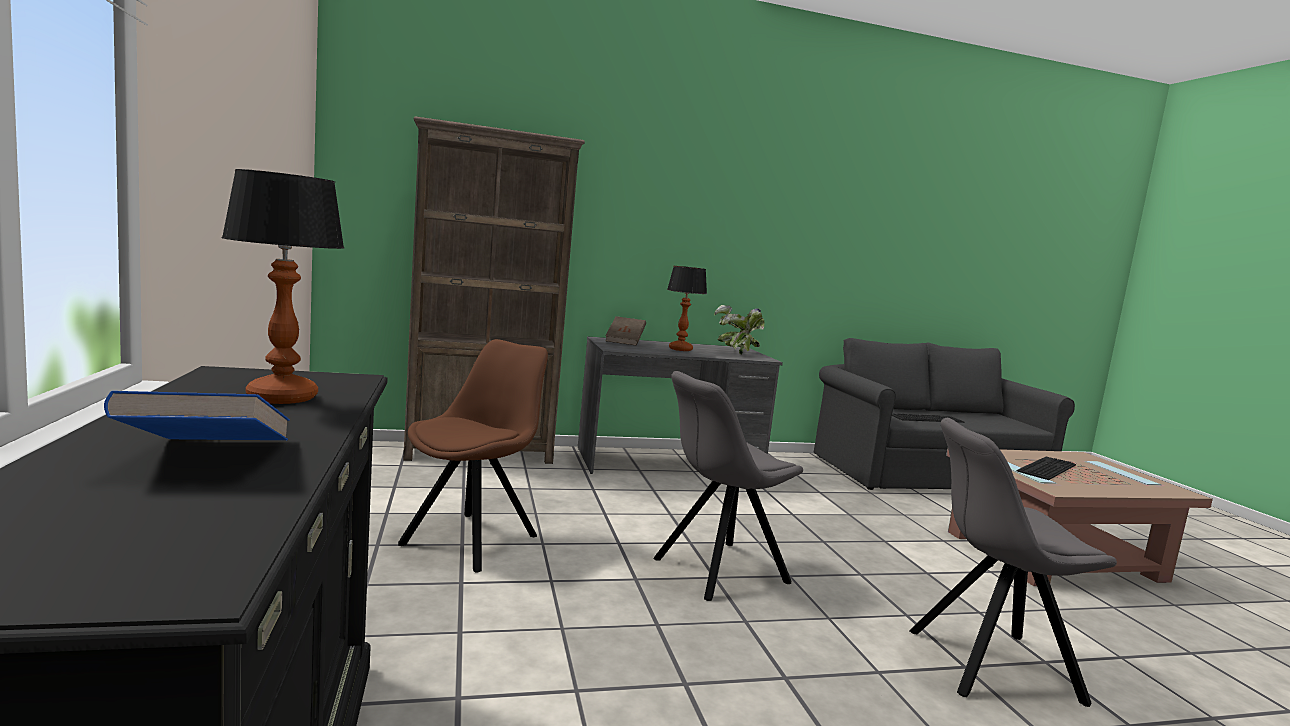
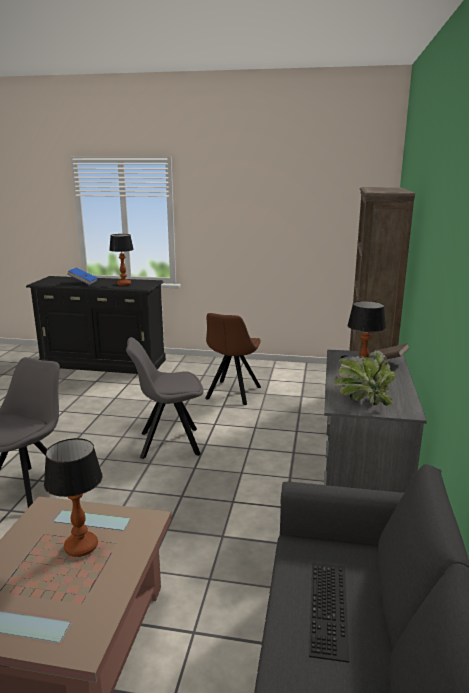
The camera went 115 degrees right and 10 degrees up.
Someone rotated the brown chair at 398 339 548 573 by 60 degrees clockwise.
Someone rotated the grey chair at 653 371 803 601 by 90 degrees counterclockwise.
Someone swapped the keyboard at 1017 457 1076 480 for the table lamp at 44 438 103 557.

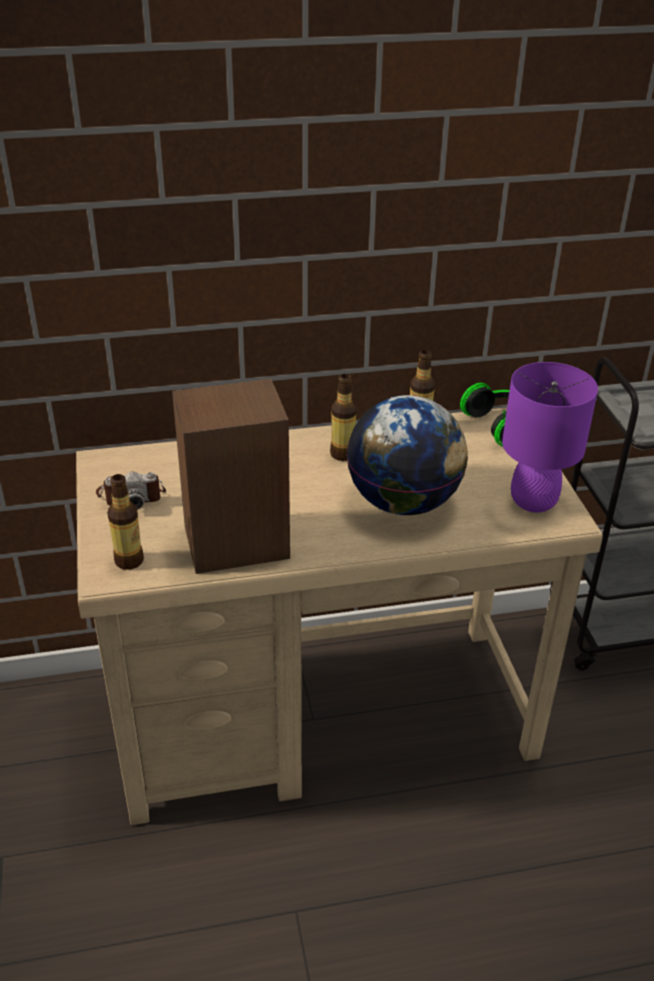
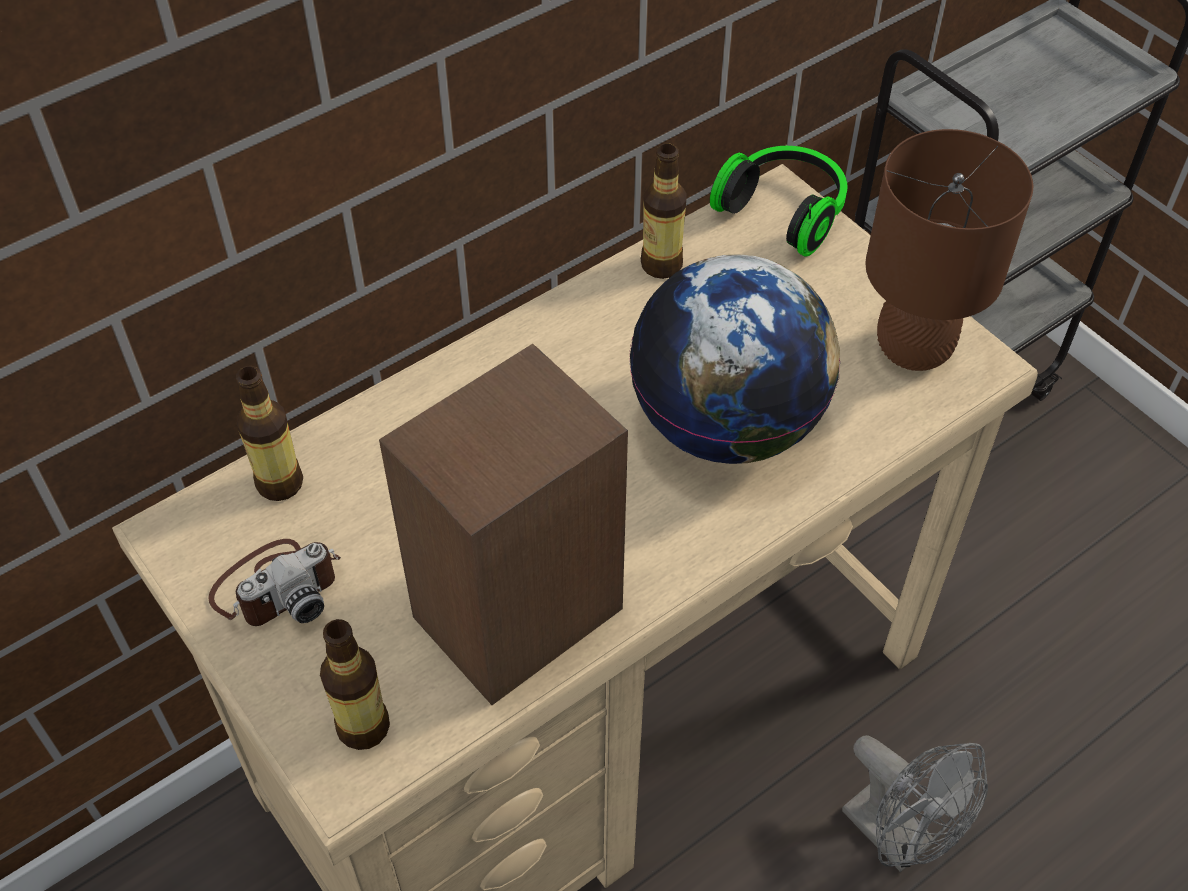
The camera went 25 degrees left and 15 degrees up.
Someone repainted the purple table lamp at 502 362 598 513, which became the brown table lamp at 866 129 1033 371.
Someone carried the bottle from 330 374 357 461 to 236 366 303 501.
Someone put down the grey fan at 842 735 988 872.

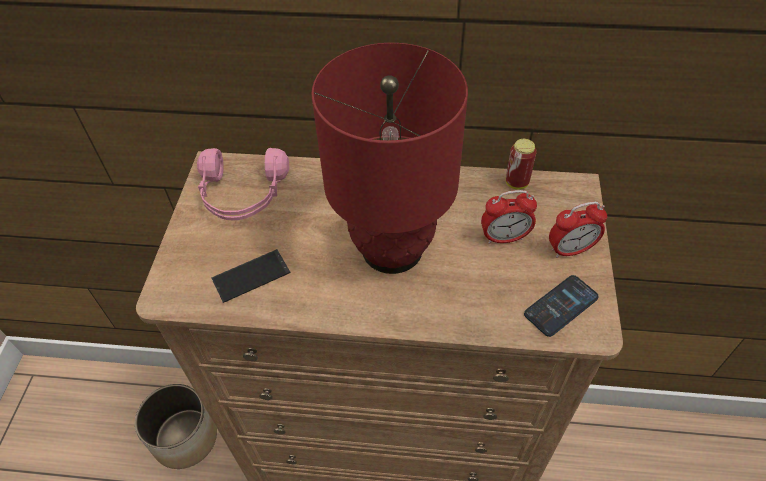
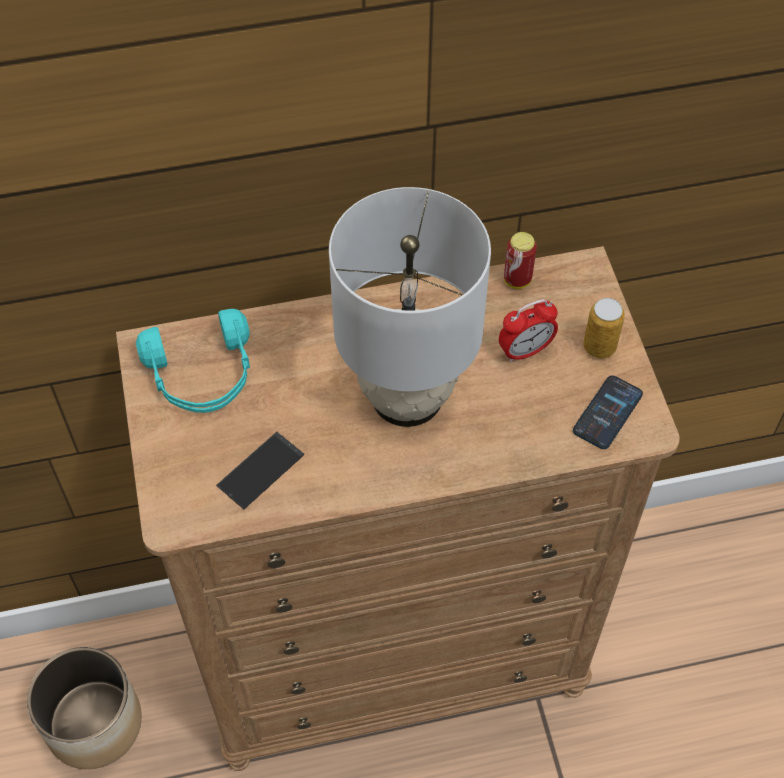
The camera went 20 degrees left and 5 degrees up.
Someone repainted the red table lamp at 312 43 468 274, which became the white table lamp at 329 187 491 427.
Someone repainted the pink headphones at 197 148 289 220, which became the turquoise headphones at 136 309 250 413.
Someone swapped the alarm clock at 549 202 607 258 for the can at 583 298 625 358.

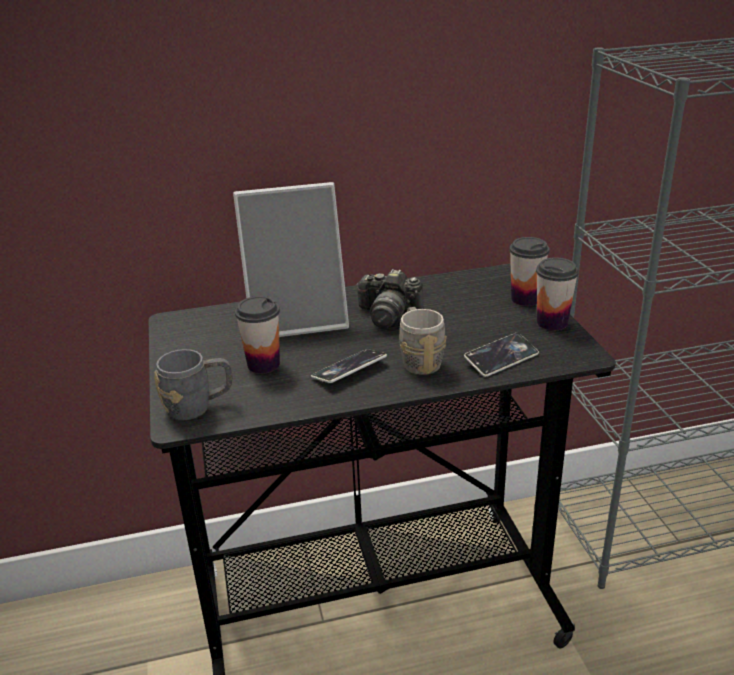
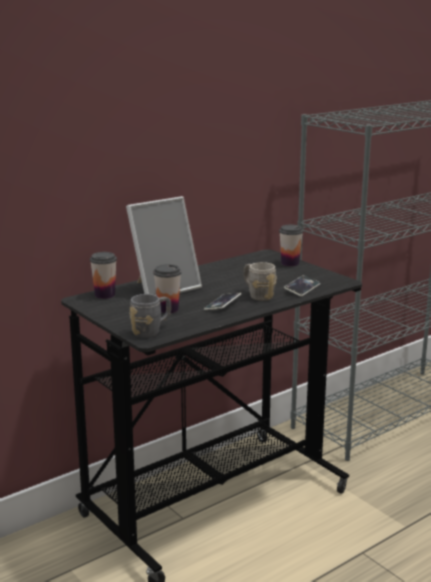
The camera went 25 degrees left and 10 degrees down.
Someone carried the cup from 536 258 579 330 to 90 252 117 299.
Someone took away the photo camera at 356 269 424 328.

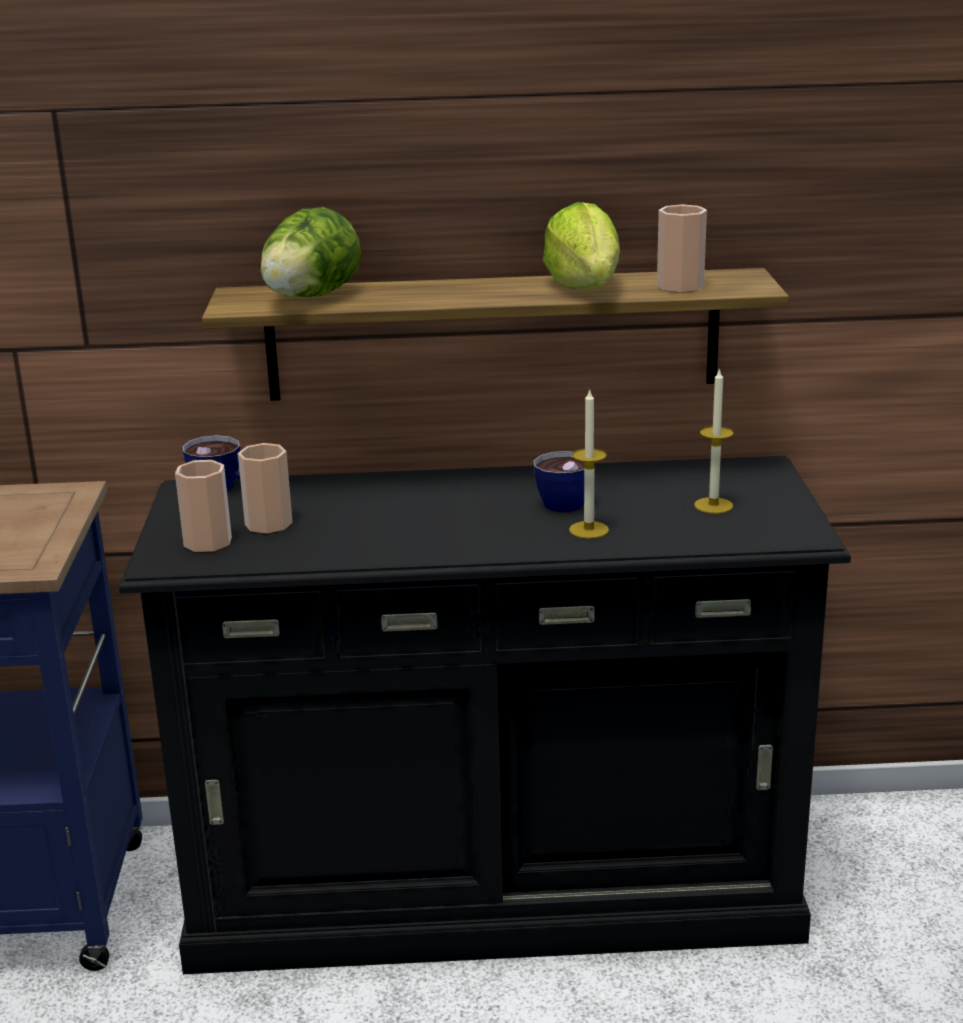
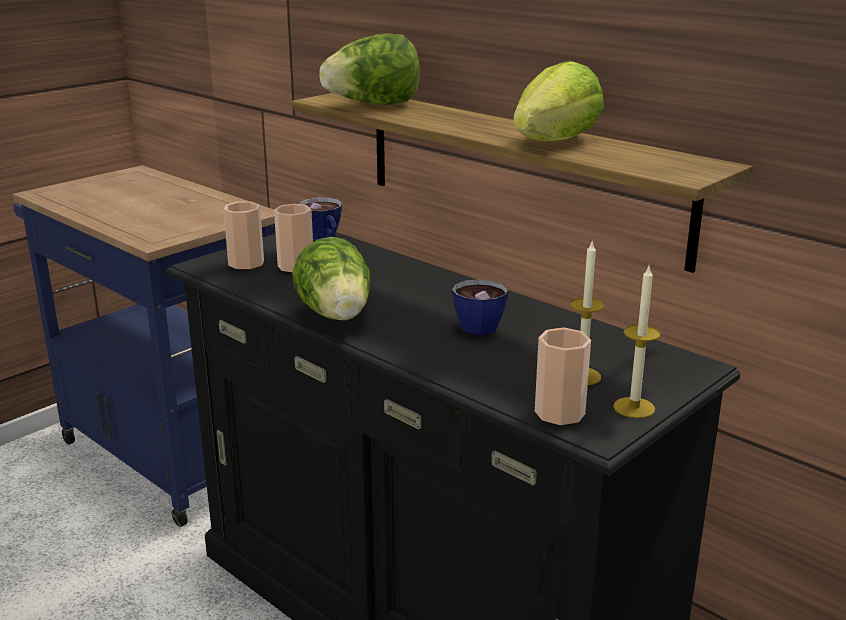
The camera went 45 degrees right and 0 degrees up.
Someone carried the cup from 657 204 707 293 to 535 328 591 425.
Someone carried the candle from 569 388 609 539 to 613 266 661 418.
Someone put down the lettuce at 292 237 370 320.

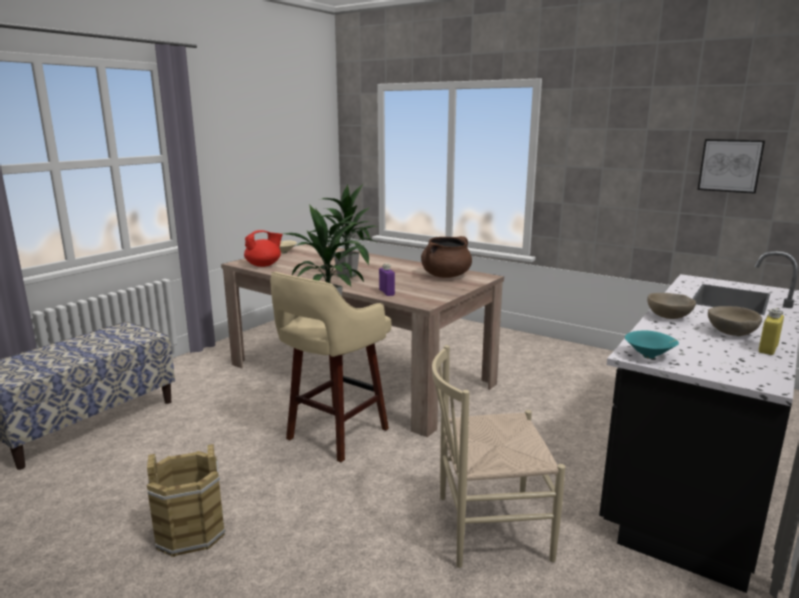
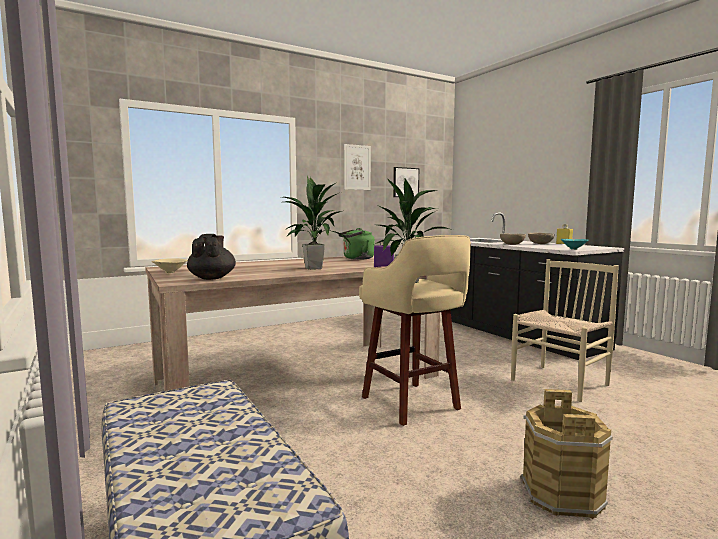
The camera went 65 degrees left and 10 degrees down.
Someone repainted the red teapot at 244 230 283 267, which became the black teapot at 187 234 236 280.
Someone swapped the brown cooking pot at 421 236 472 278 for the green kettle at 338 228 375 260.
Someone rotated the beige chair at 432 345 565 568 by 150 degrees counterclockwise.
Someone put up the picture at 344 144 371 190.

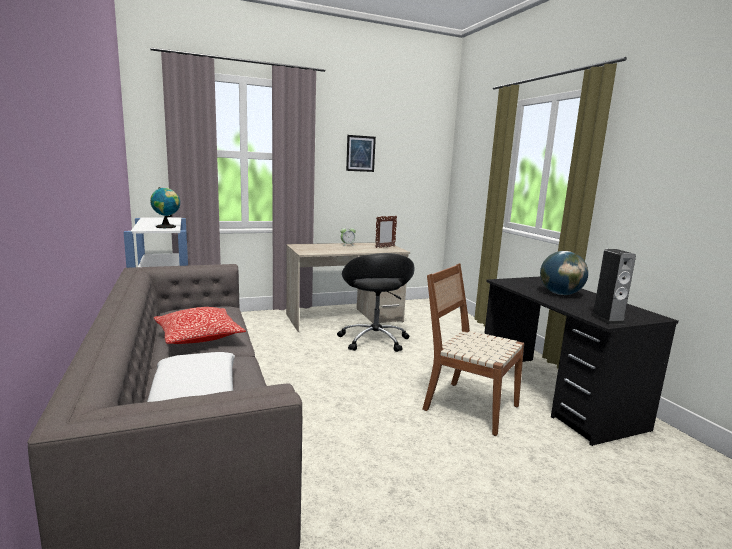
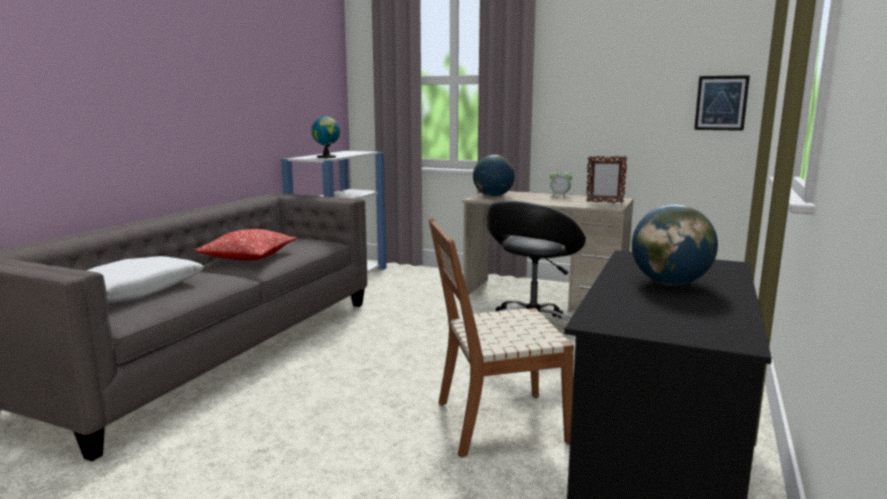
The camera went 45 degrees right and 0 degrees up.
Someone carried the picture from 346 135 376 172 to 694 75 750 131.
Someone took away the speaker at 591 249 636 324.
Someone rotated the chair at 423 263 524 436 by 90 degrees counterclockwise.
Someone put down the globe at 473 155 515 197.

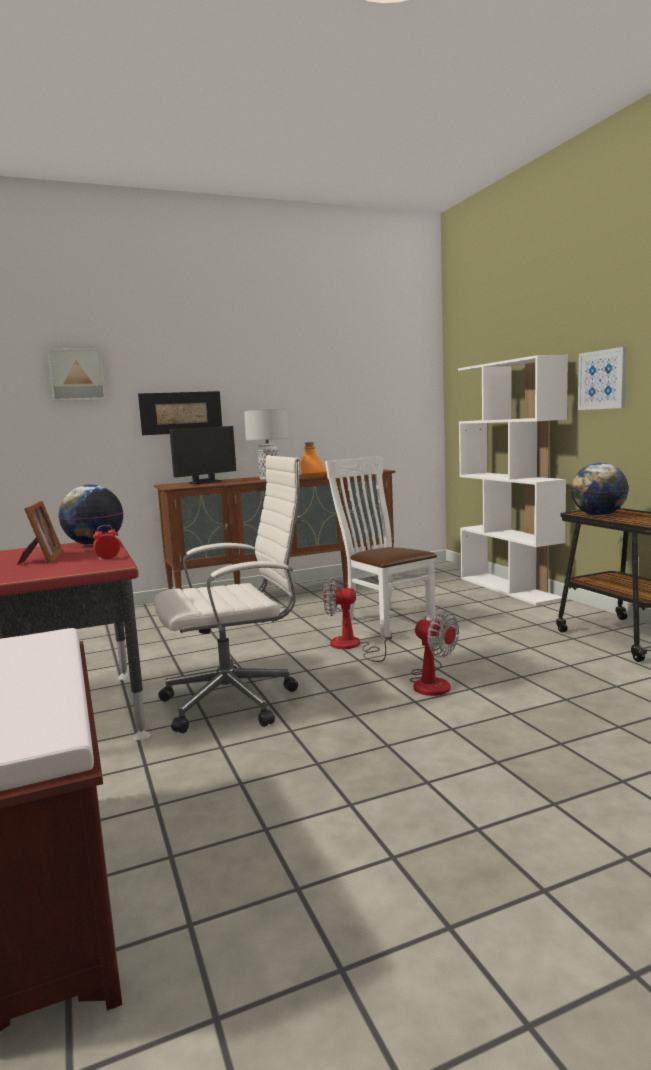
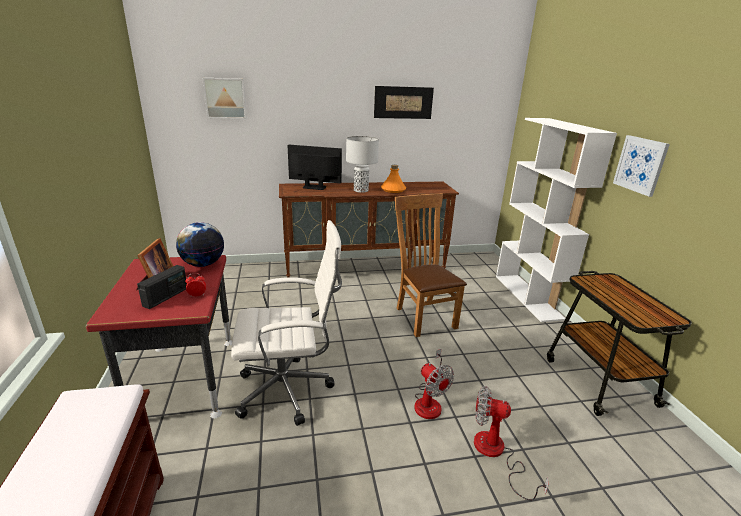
The camera went 10 degrees right and 15 degrees up.
Someone carried the picture from 138 391 222 435 to 374 86 434 119.
Someone rotated the monitor at 169 426 236 484 by 135 degrees counterclockwise.
Someone repainted the white chair at 325 456 437 637, which became the brown chair at 395 193 467 337.
Someone took away the globe at 571 463 629 516.
Someone carried the fan from 323 578 392 662 to 474 386 549 501.
Someone put down the radio at 137 265 187 309.

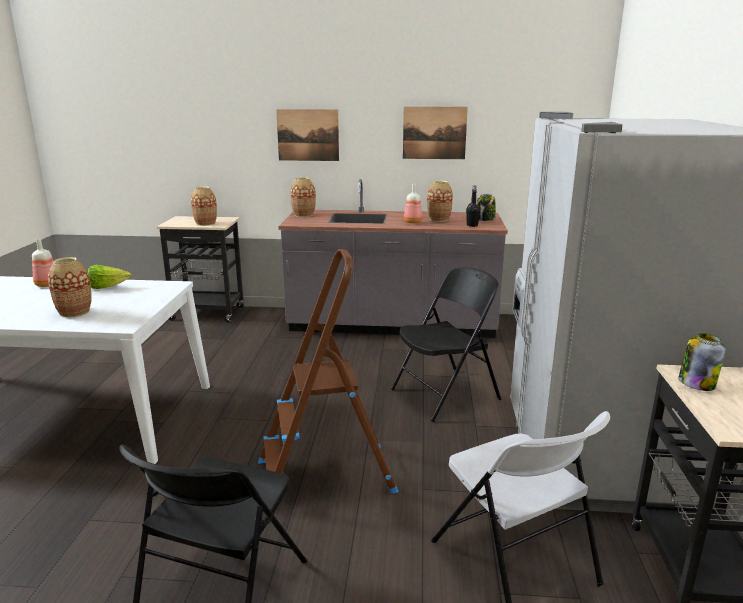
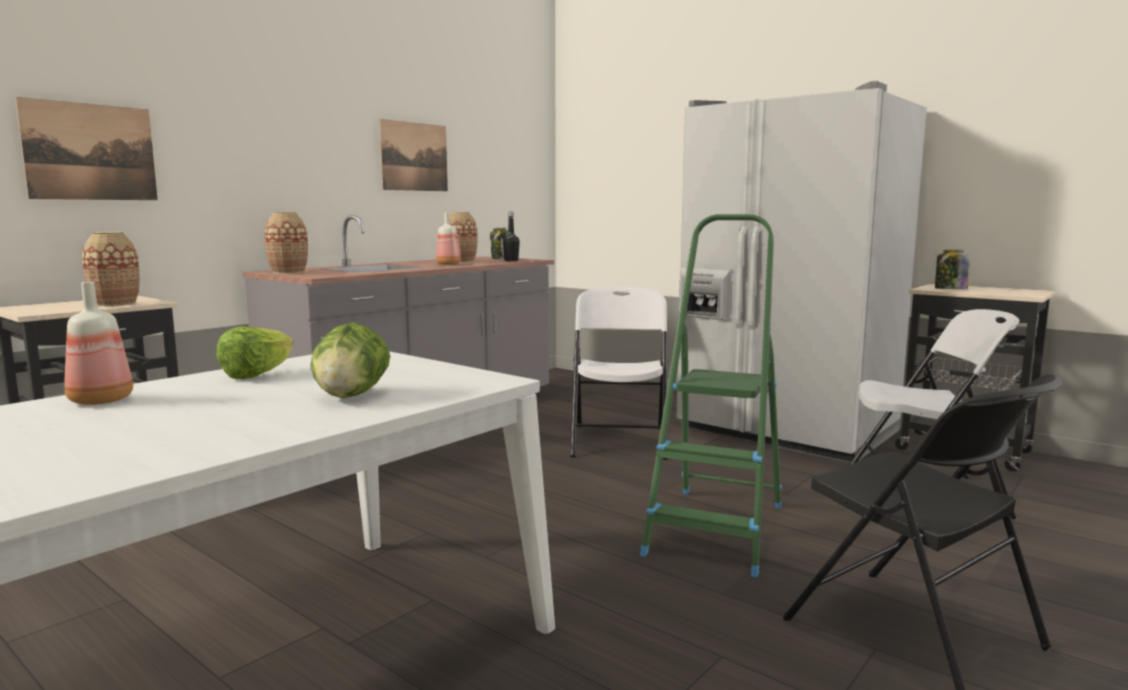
The camera went 55 degrees left and 10 degrees down.
Someone carried the picture from 276 109 339 161 to 15 97 158 200.
Someone repainted the brown step ladder at 258 249 399 493, which became the green step ladder at 640 214 782 577.
Someone swapped the vase at 48 257 91 318 for the lettuce at 311 322 390 398.
Someone repainted the black chair at 391 268 501 422, which became the white chair at 570 287 668 460.

